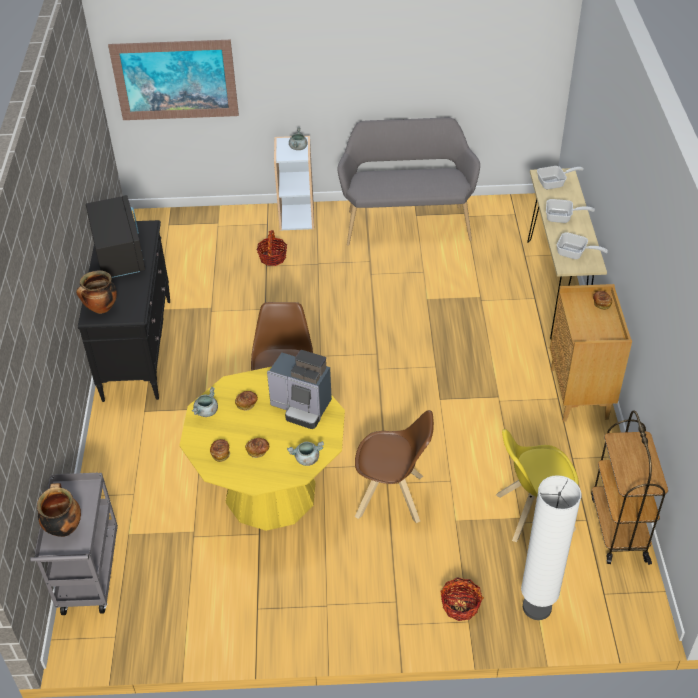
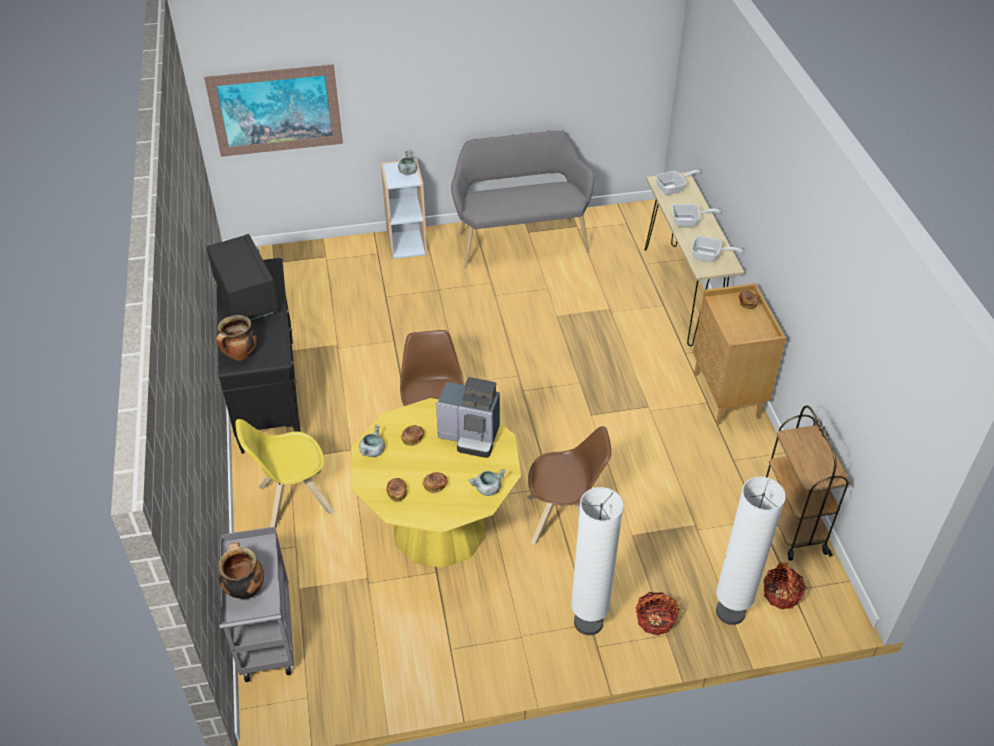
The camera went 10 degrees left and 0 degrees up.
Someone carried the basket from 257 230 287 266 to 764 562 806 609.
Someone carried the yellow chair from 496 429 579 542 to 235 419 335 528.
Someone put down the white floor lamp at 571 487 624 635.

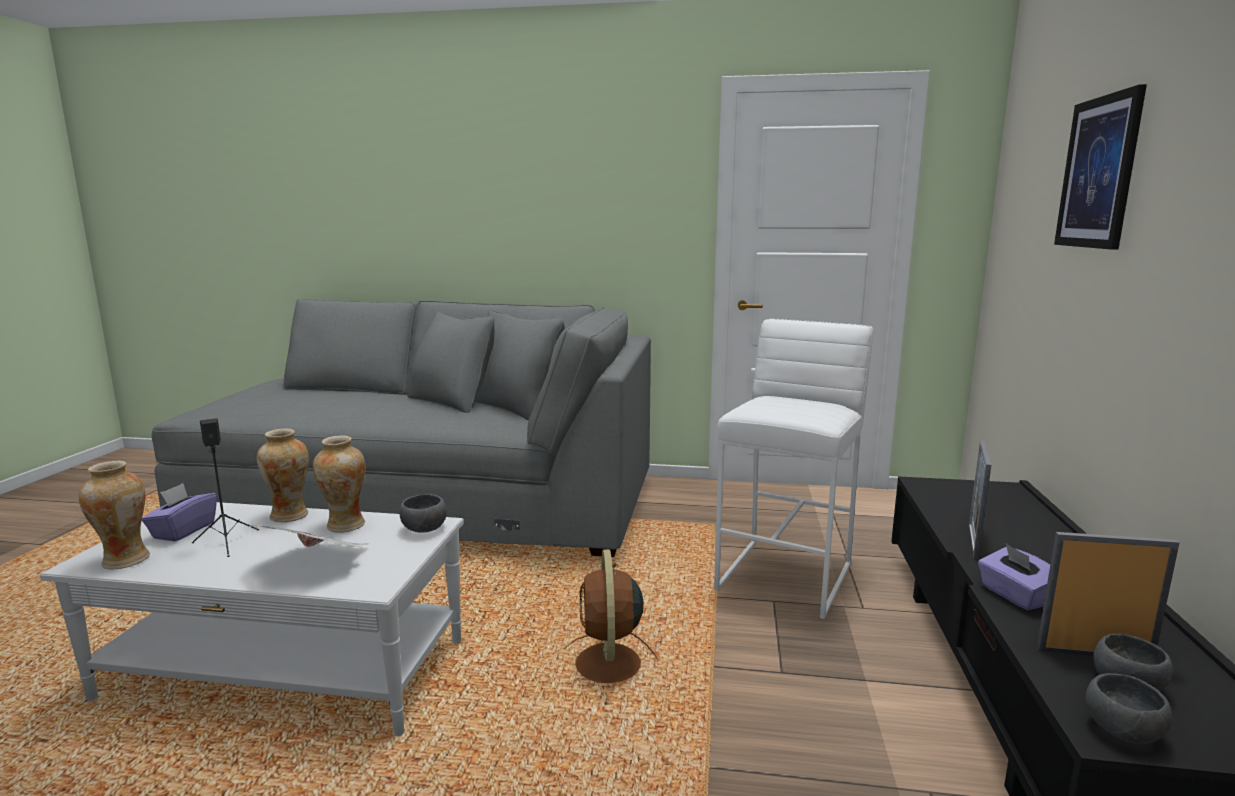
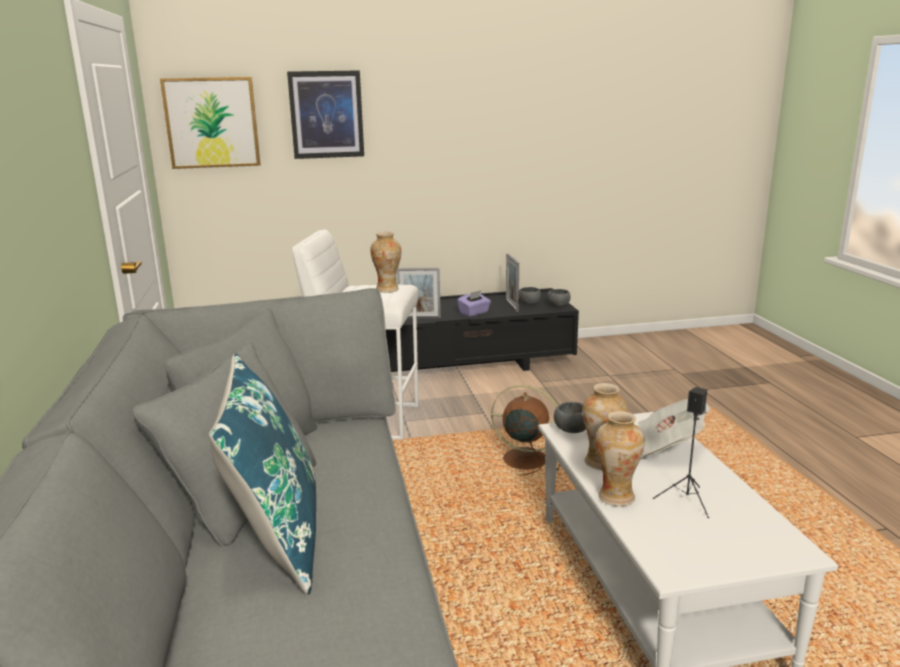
The camera went 110 degrees left and 5 degrees up.
Someone carried the vase from 79 461 150 570 to 370 232 401 293.
Someone took away the purple tissue box at 142 483 217 542.
Someone rotated the brown fan at 564 549 658 683 by 135 degrees counterclockwise.
Someone put up the picture at 160 77 261 169.
Someone put down the blue pillow at 209 354 316 595.

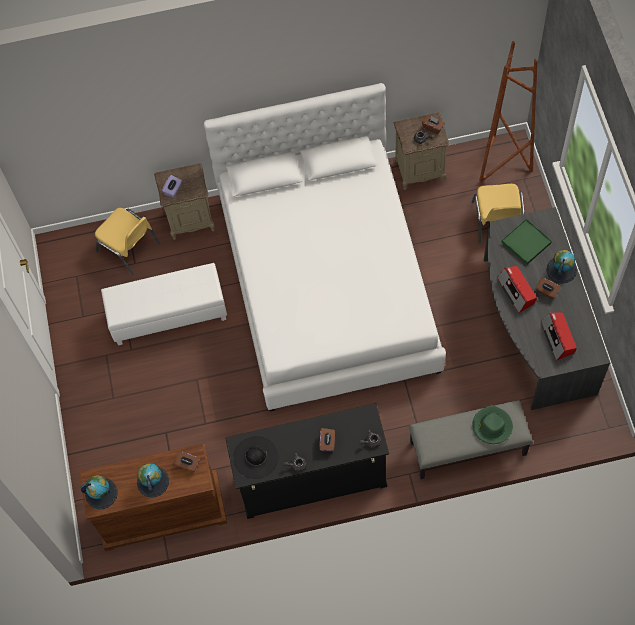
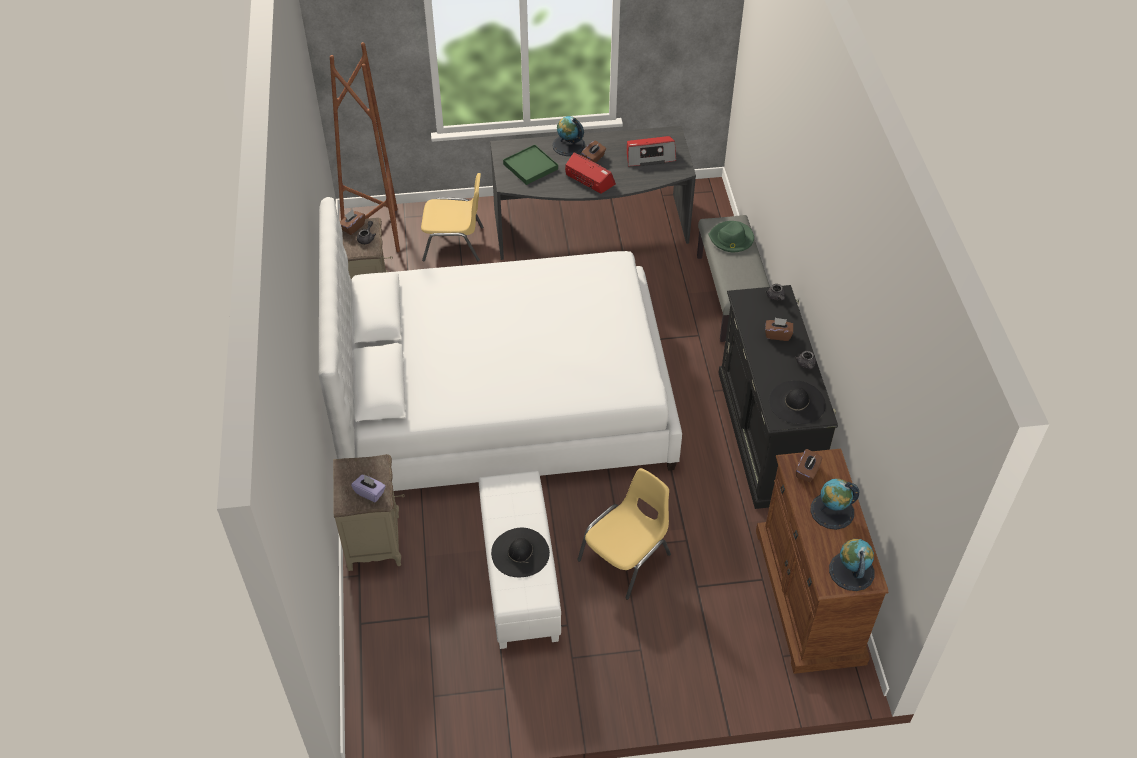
The camera went 90 degrees left and 15 degrees down.
Someone carried the yellow chair from 95 208 161 275 to 577 468 671 600.
Someone rotated the radio at 497 266 537 313 by 120 degrees counterclockwise.
Someone put down the black hat at 491 528 550 577.

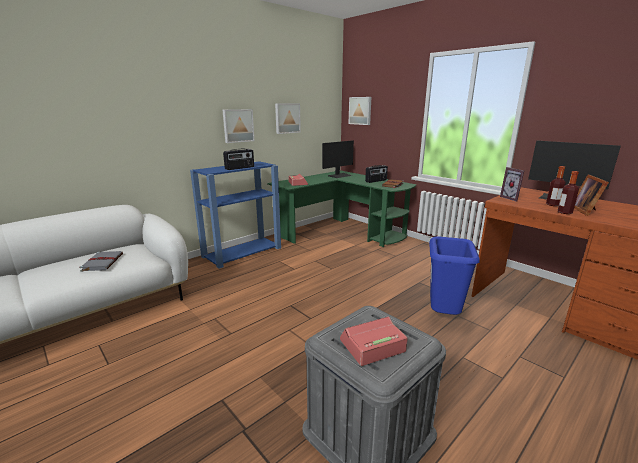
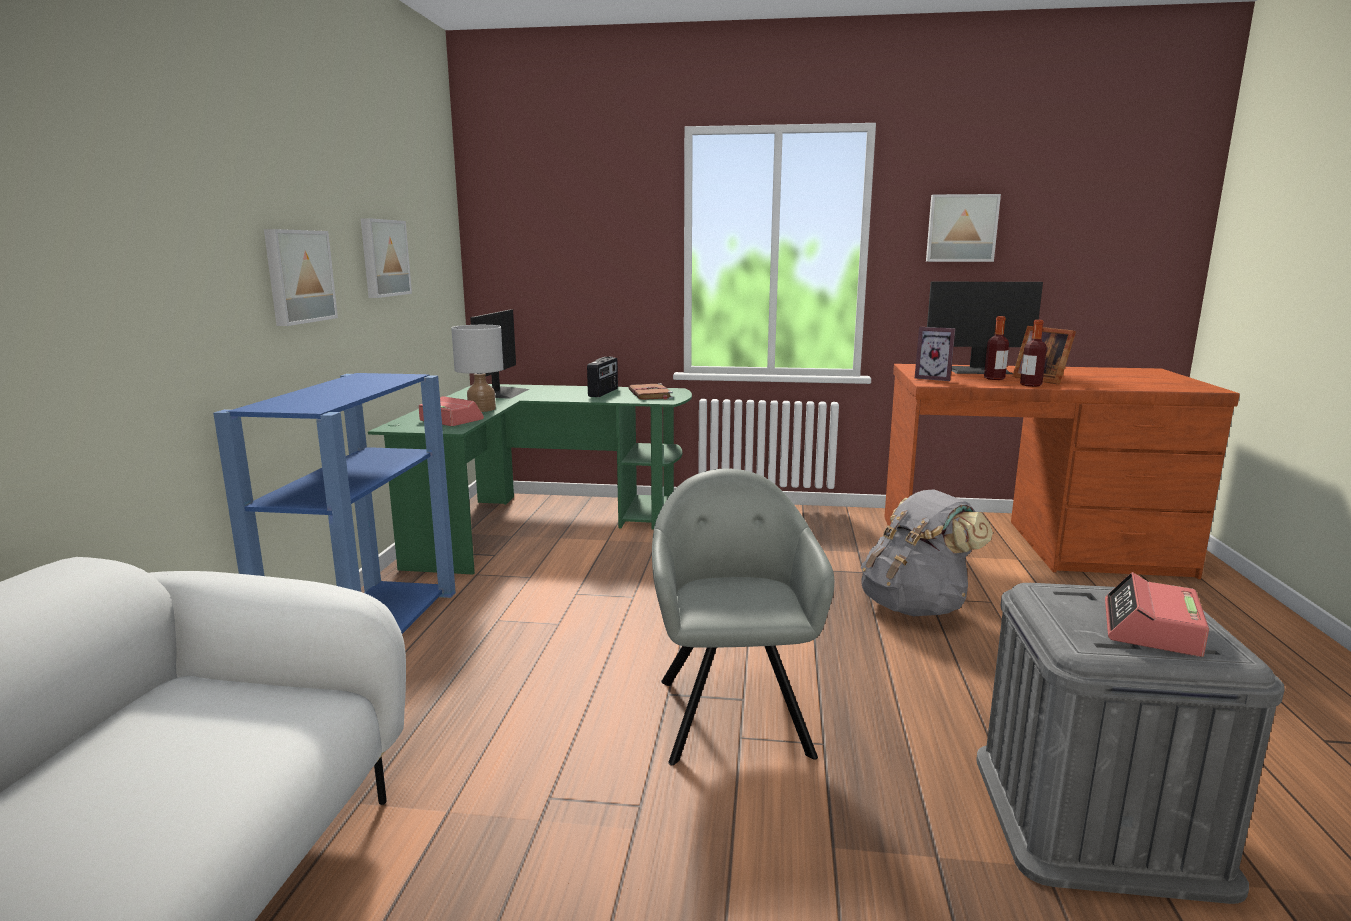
The camera went 40 degrees left and 5 degrees down.
Someone carried the picture from 349 97 371 125 to 926 194 1001 262.
Someone took away the radio at 223 149 254 170.
Someone swapped the blue trash can at 429 236 480 315 for the grey backpack at 861 489 993 616.
Someone took away the grey book at 79 251 123 272.
Someone put down the grey table lamp at 451 325 503 412.
Someone put down the grey armchair at 652 468 834 765.

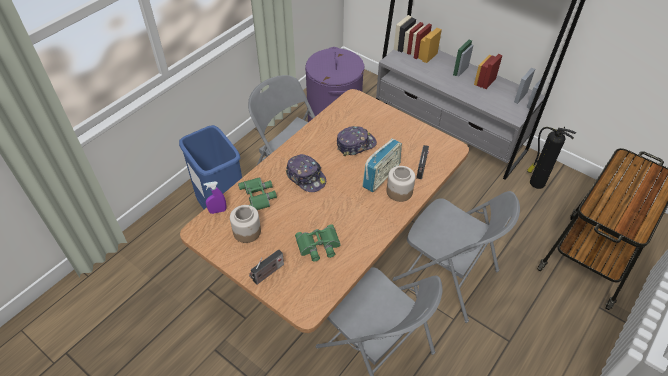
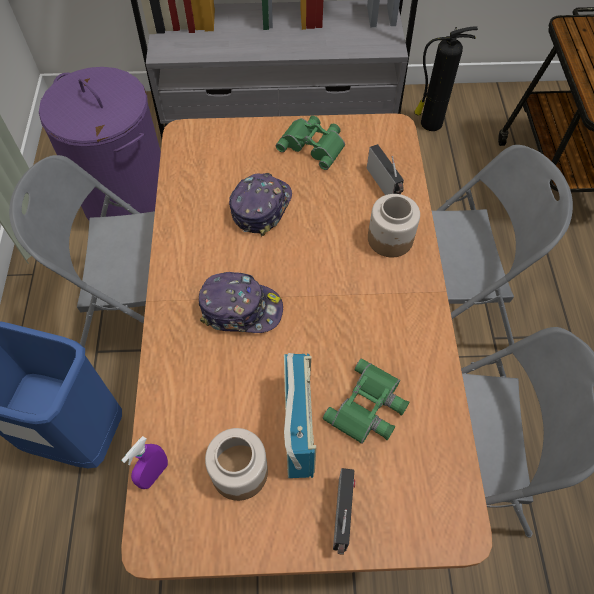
The camera went 40 degrees left and 10 degrees up.
Someone carried the radio from 362 138 402 192 to 284 353 316 478.
Someone carried the green binoculars from 238 177 277 210 to 276 116 345 170.

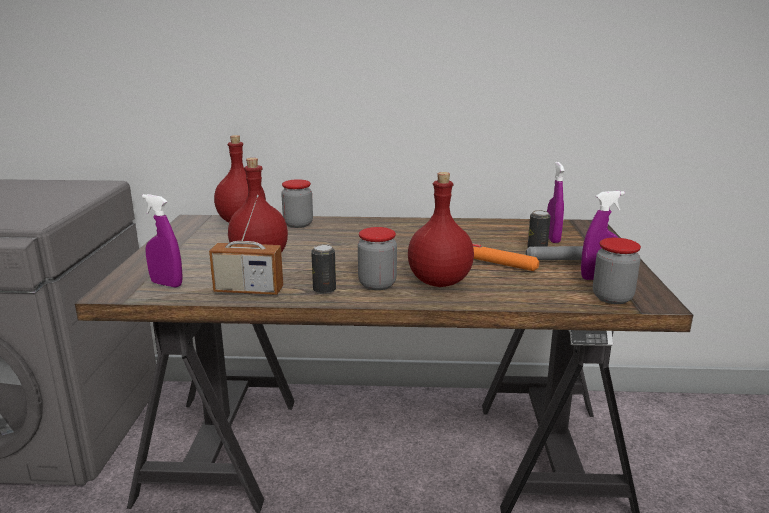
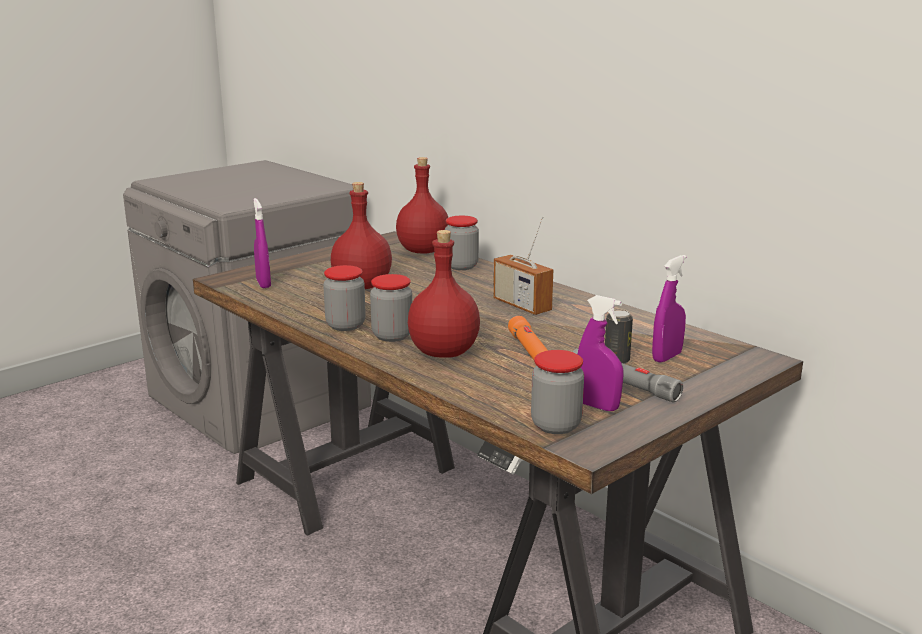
The camera went 45 degrees right and 0 degrees up.
Someone carried the radio from 209 195 283 295 to 493 216 553 315.
Someone swapped the can at 311 244 336 294 for the jar at 323 265 366 331.

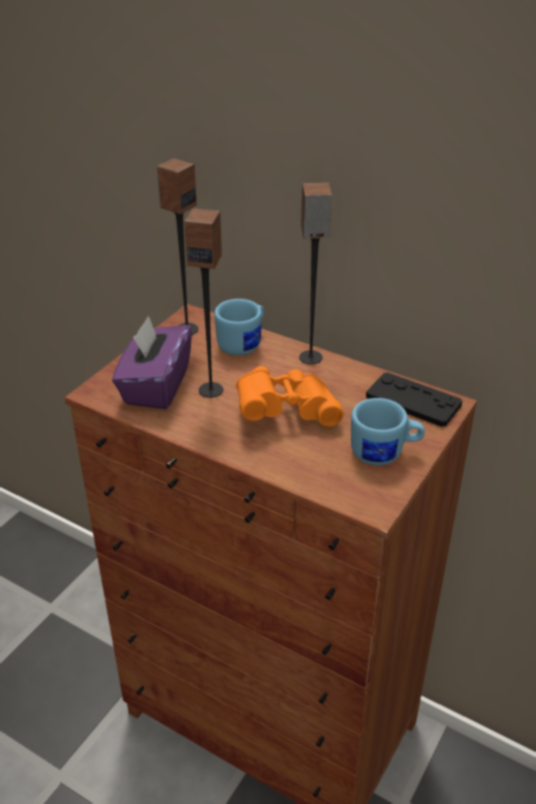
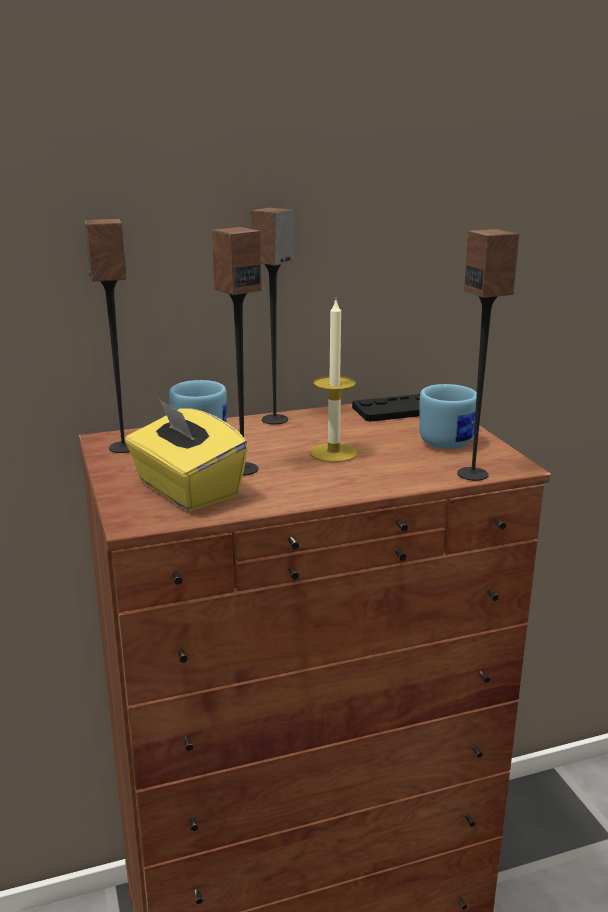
The camera went 50 degrees left and 15 degrees down.
Someone repainted the purple tissue box at 112 316 192 409, which became the yellow tissue box at 125 399 248 511.
Someone swapped the orange binoculars at 236 366 344 427 for the candle at 310 300 358 463.
Someone put down the speaker at 457 229 520 481.

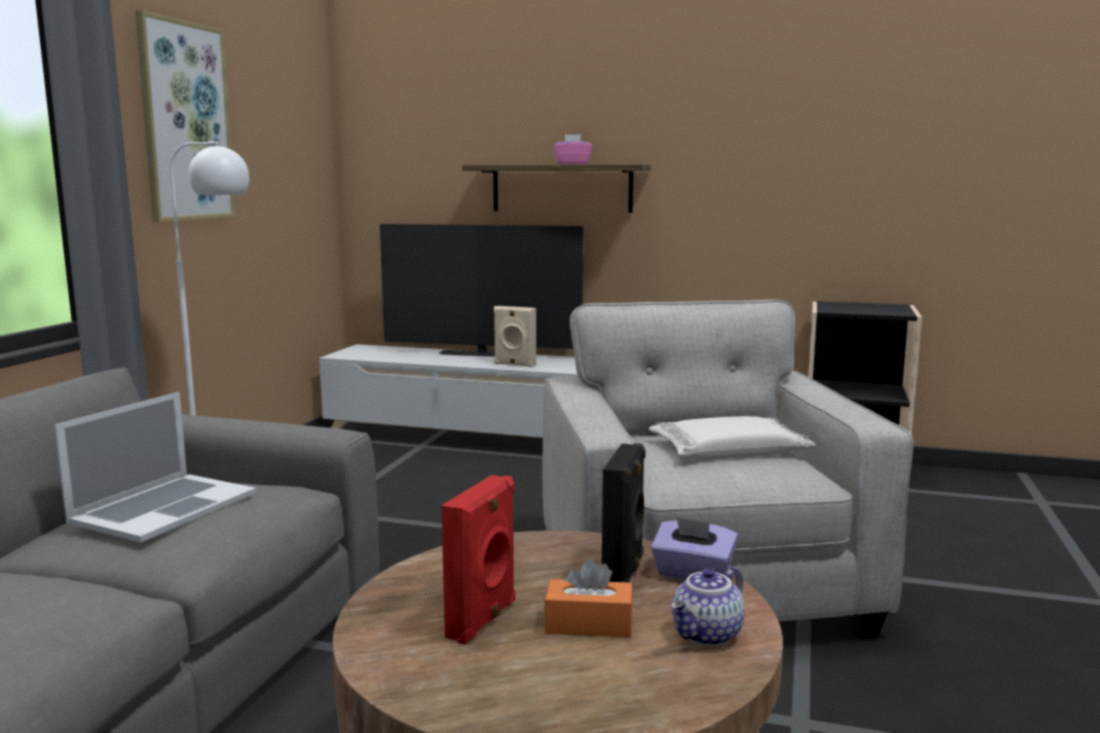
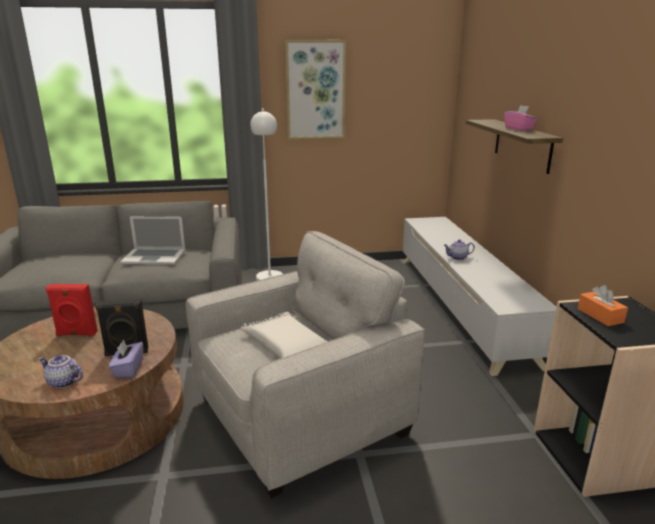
The camera went 65 degrees right and 10 degrees up.
Someone took away the television at 380 224 583 357.
Someone swapped the beige speaker at 494 306 536 367 for the teapot at 444 239 475 260.
Someone carried the orange tissue box from 544 558 633 638 to 578 285 628 326.

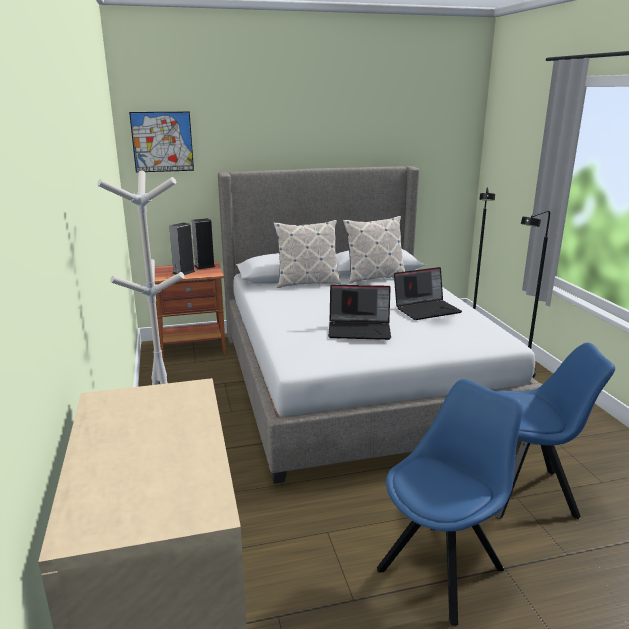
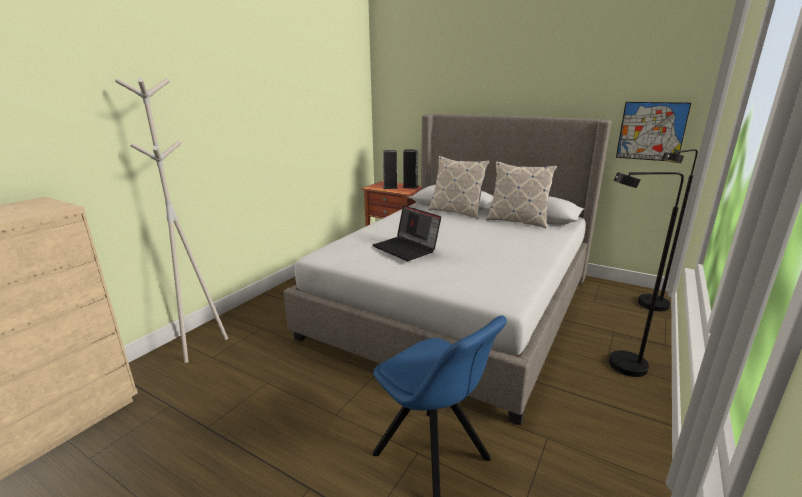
The camera went 45 degrees right and 0 degrees up.
Someone carried the picture from 129 112 194 172 to 616 102 691 161.
Someone took away the laptop at 394 267 462 320.
Someone took away the blue chair at 377 379 522 626.

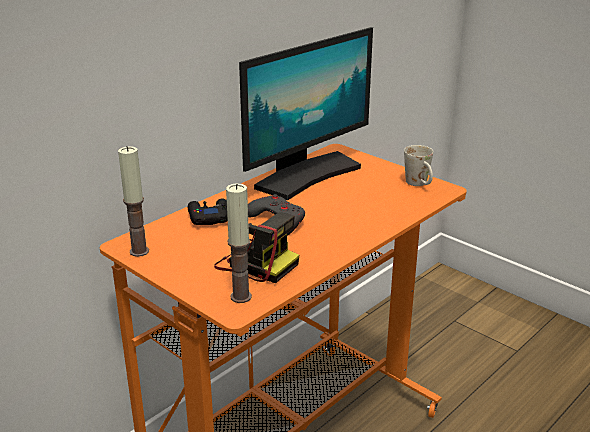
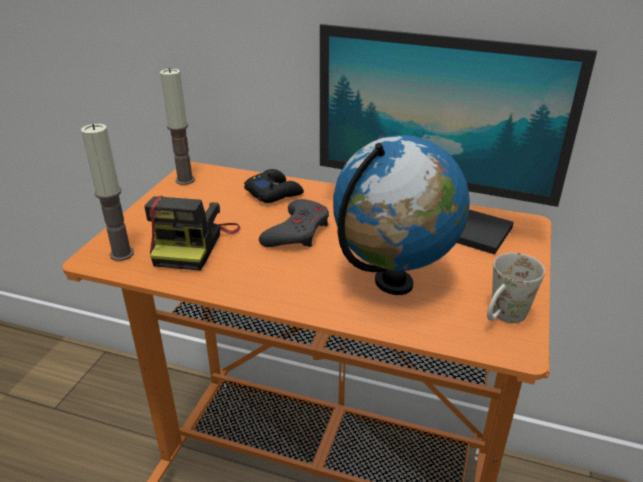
The camera went 65 degrees right and 5 degrees up.
Someone put down the globe at 333 135 470 295.

